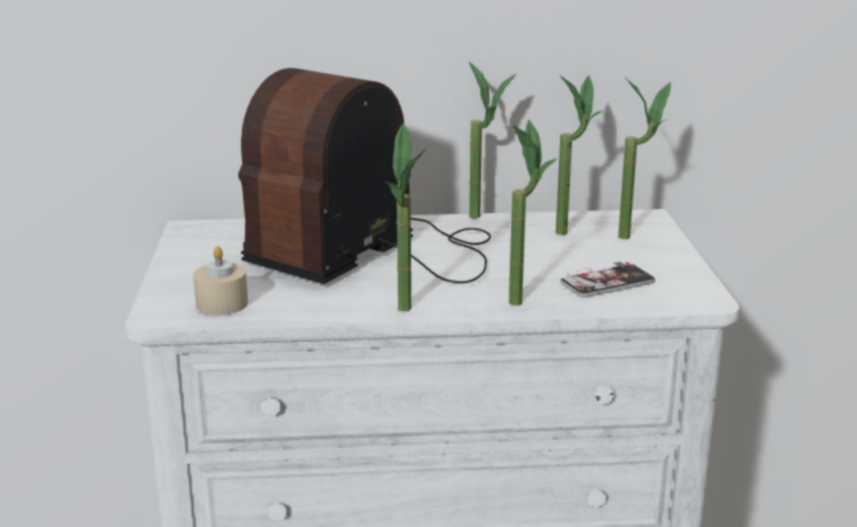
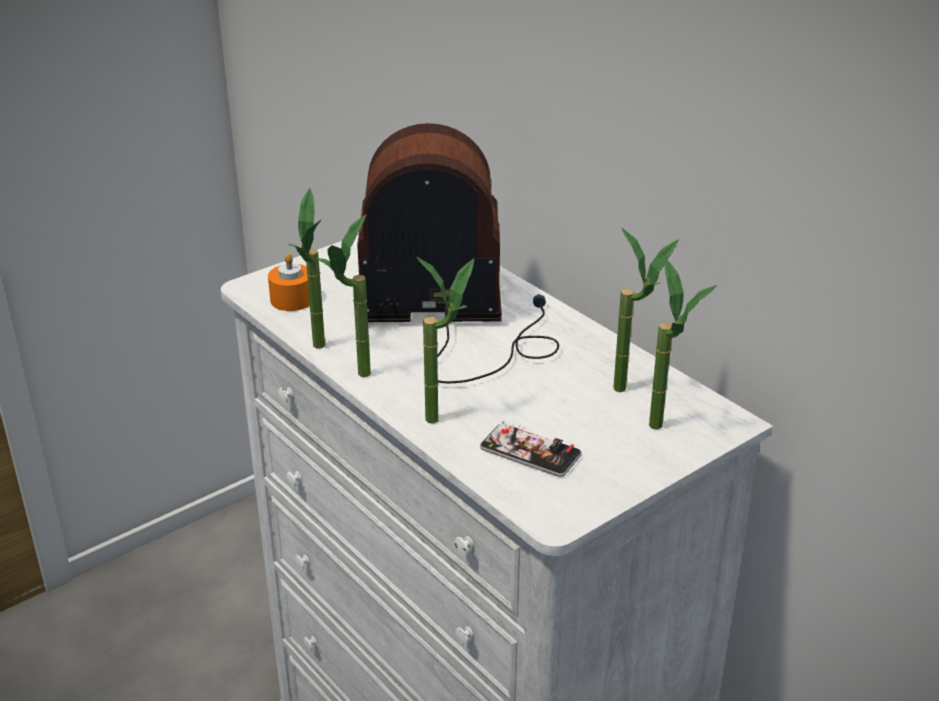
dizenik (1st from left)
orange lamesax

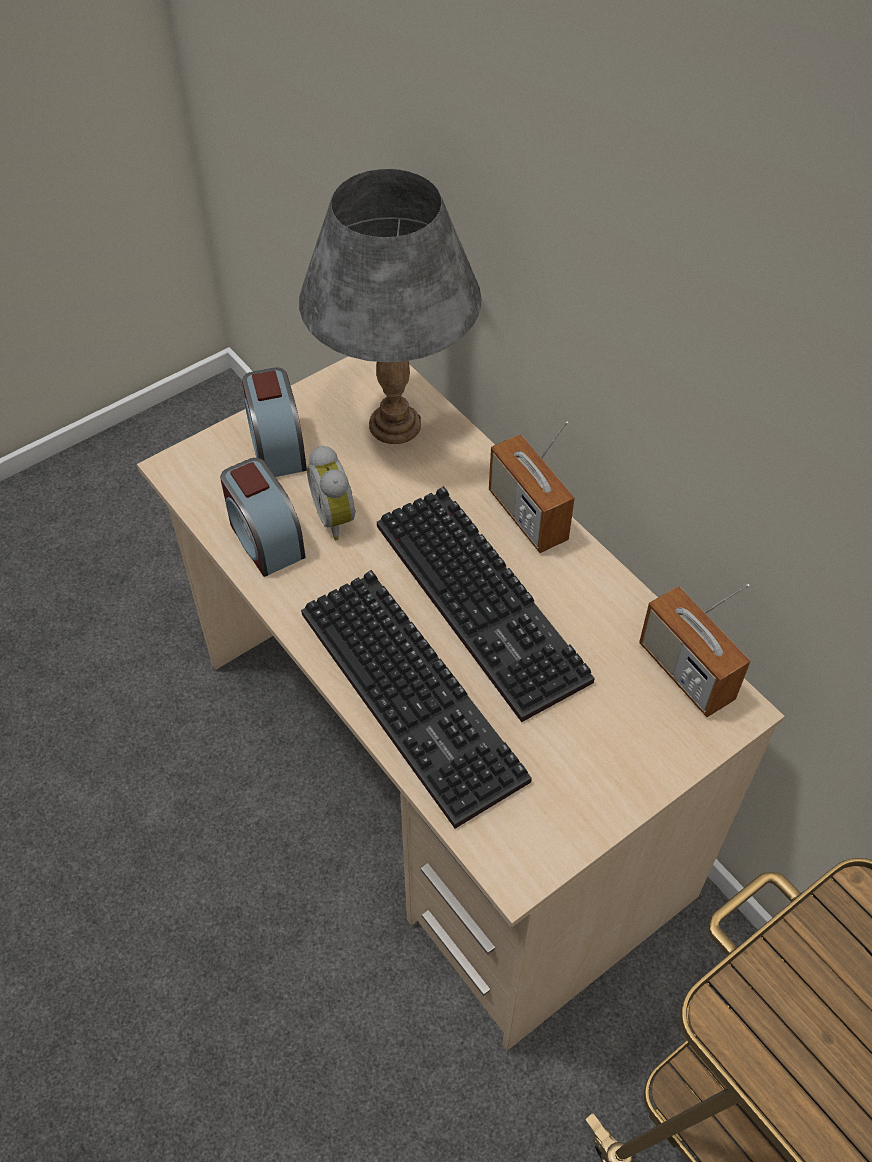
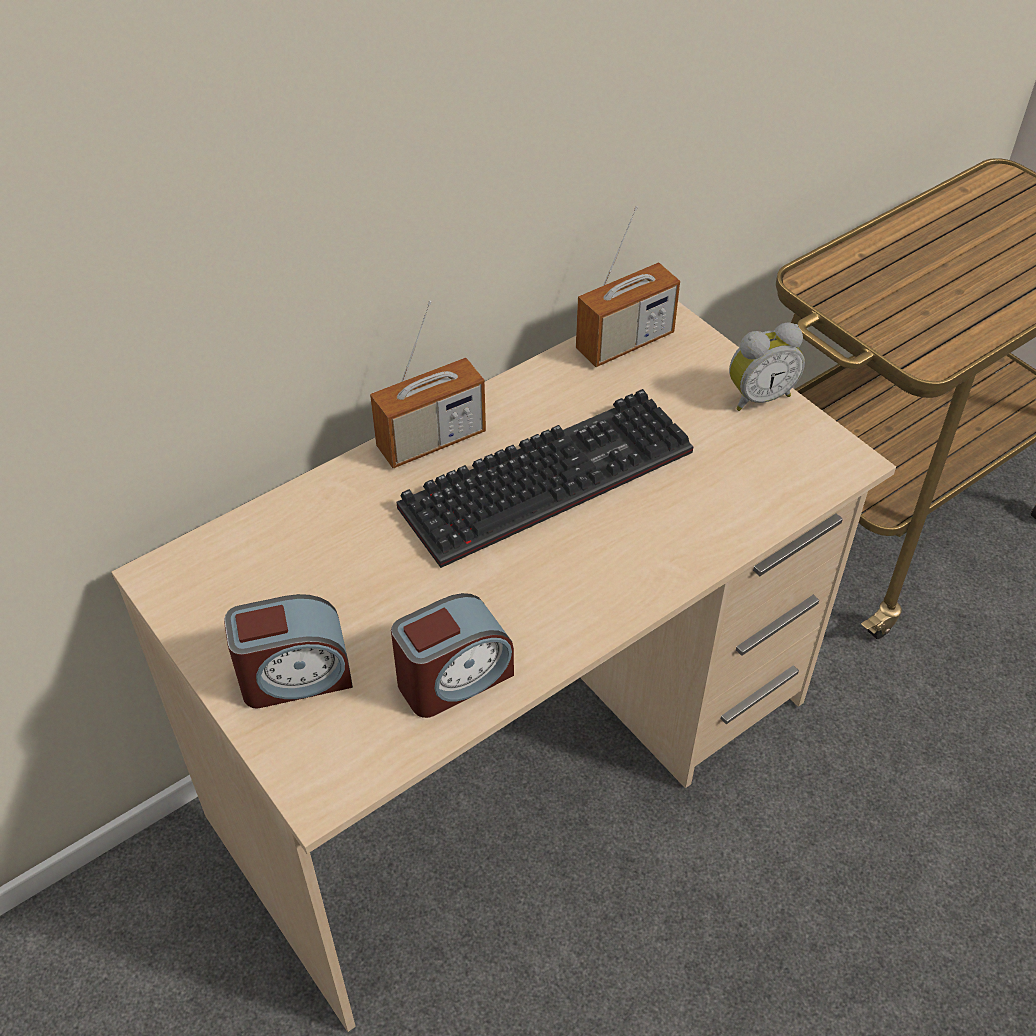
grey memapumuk
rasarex (3rd from left)
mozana (1st from left in the first image)

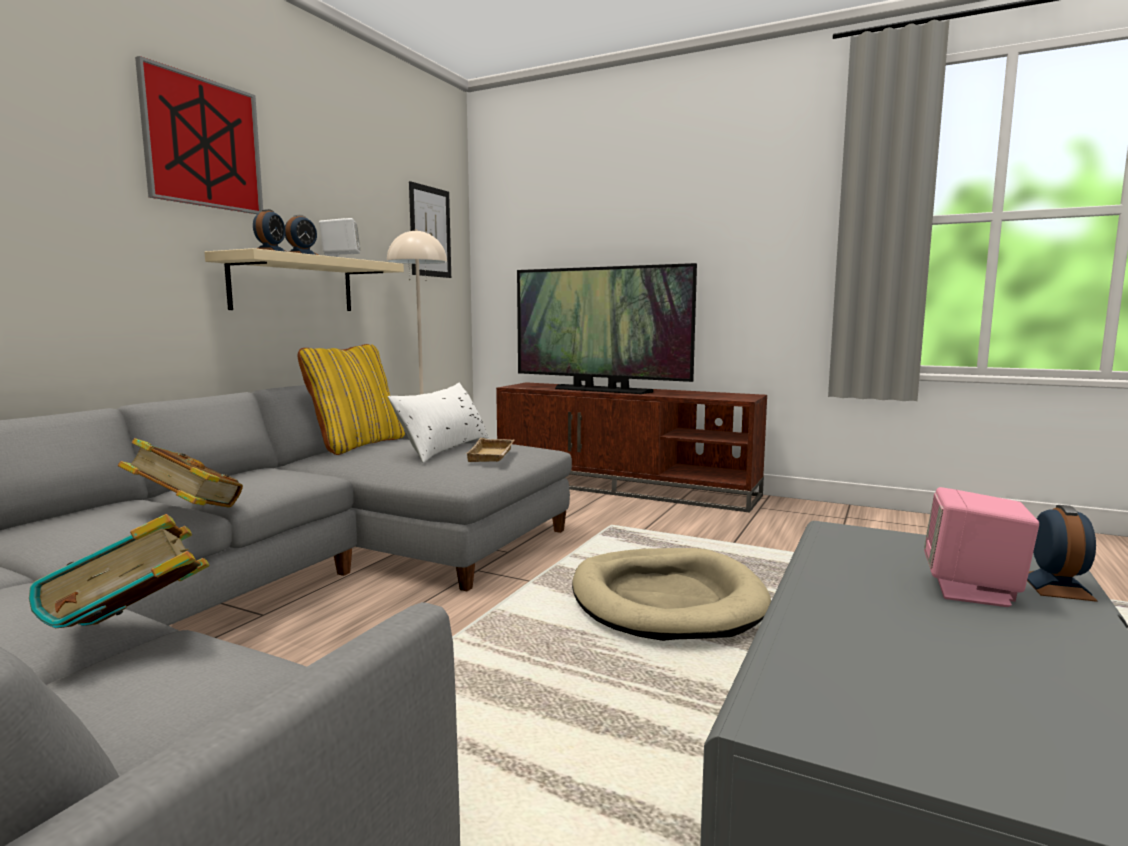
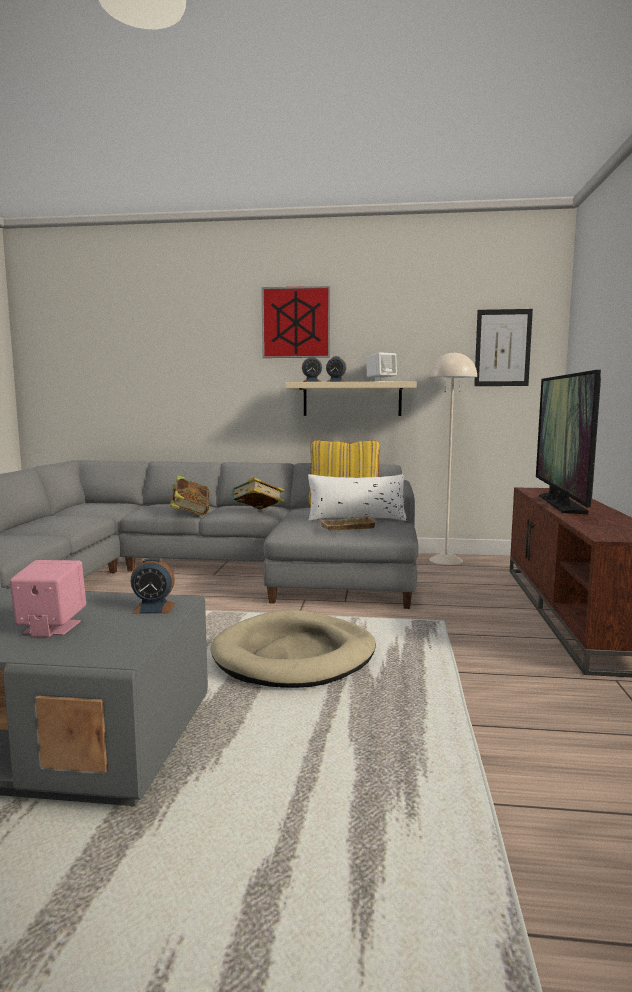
rasarex (1st from left)
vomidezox (2nd from left)

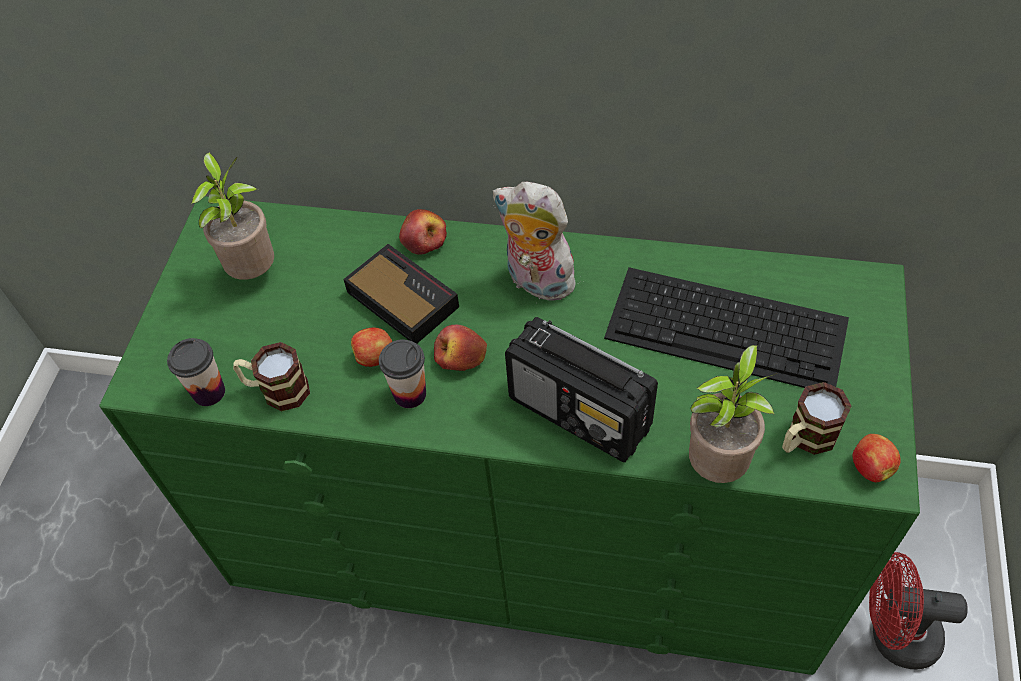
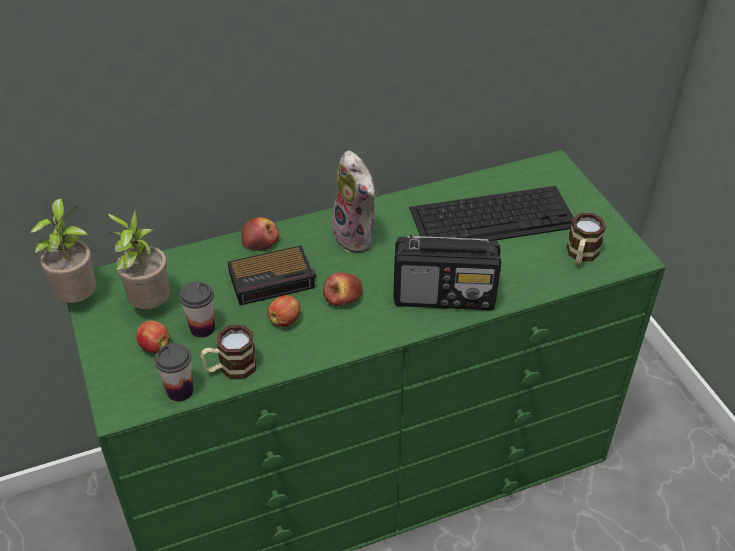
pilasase
rasarex
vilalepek (2nd from left)
dizenik (1st from left)
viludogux (1st from left)
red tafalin

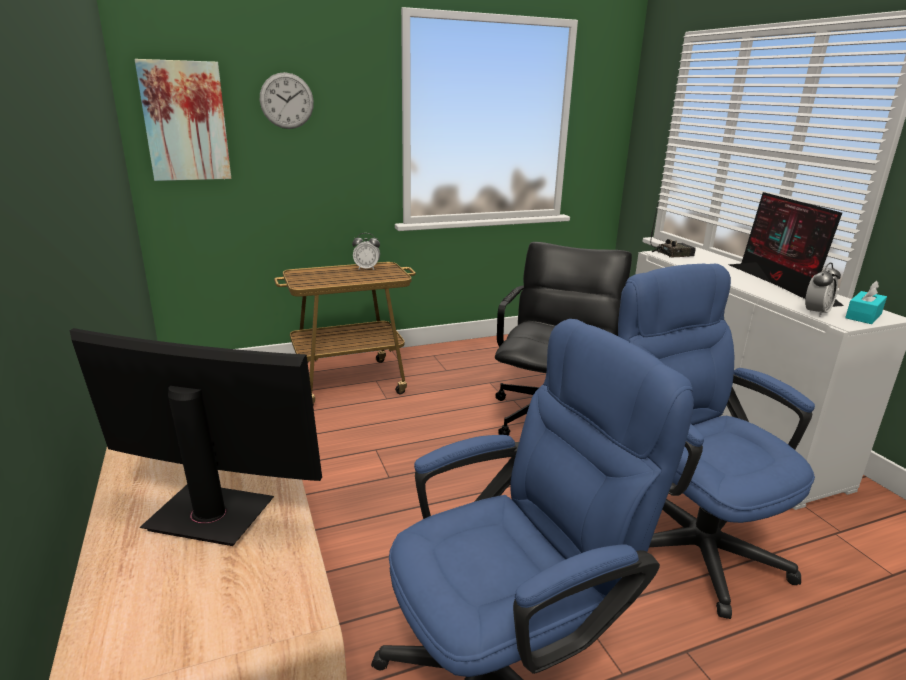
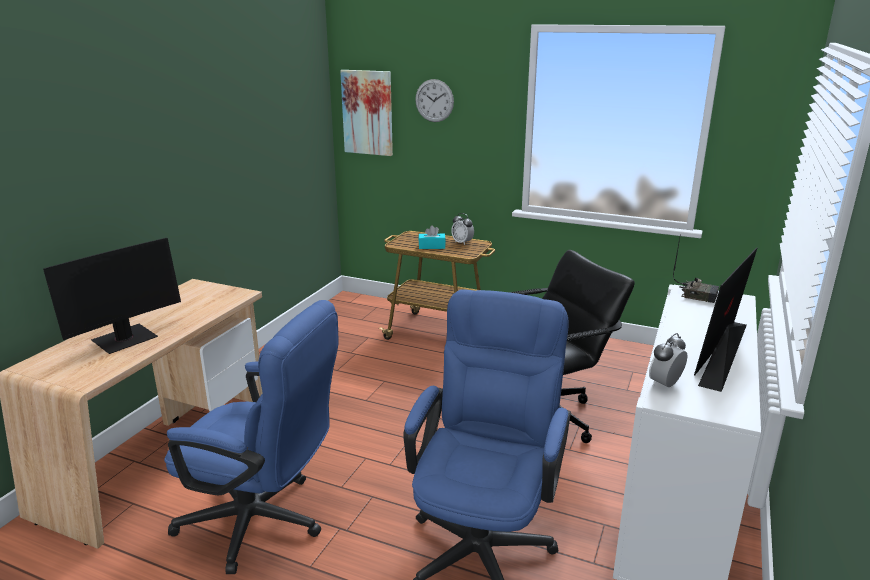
rasarex (2nd from left)
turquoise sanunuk
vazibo (1st from left)

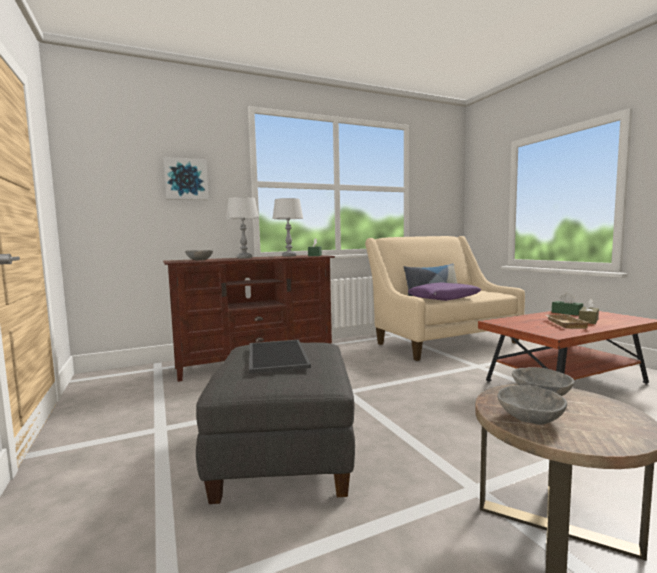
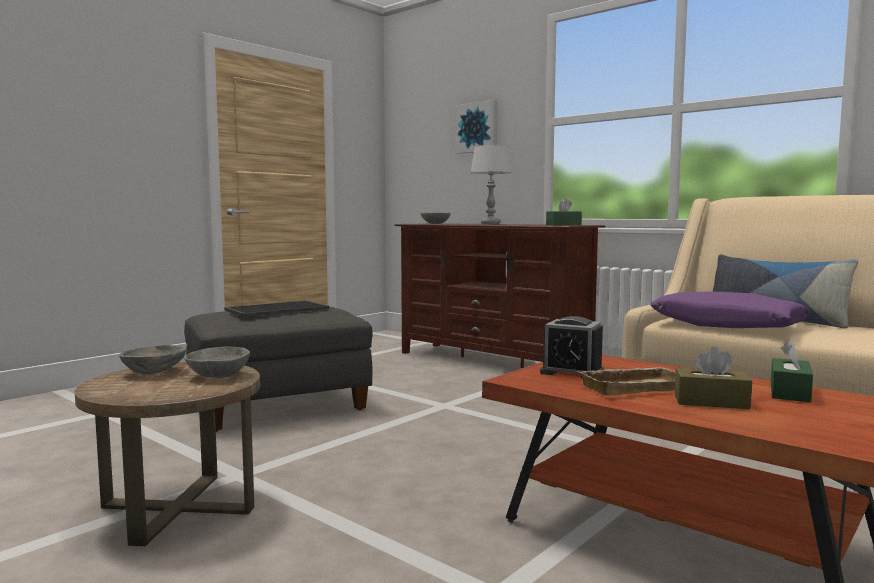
grey memapumuk (2nd from left in the first image)
rasarex

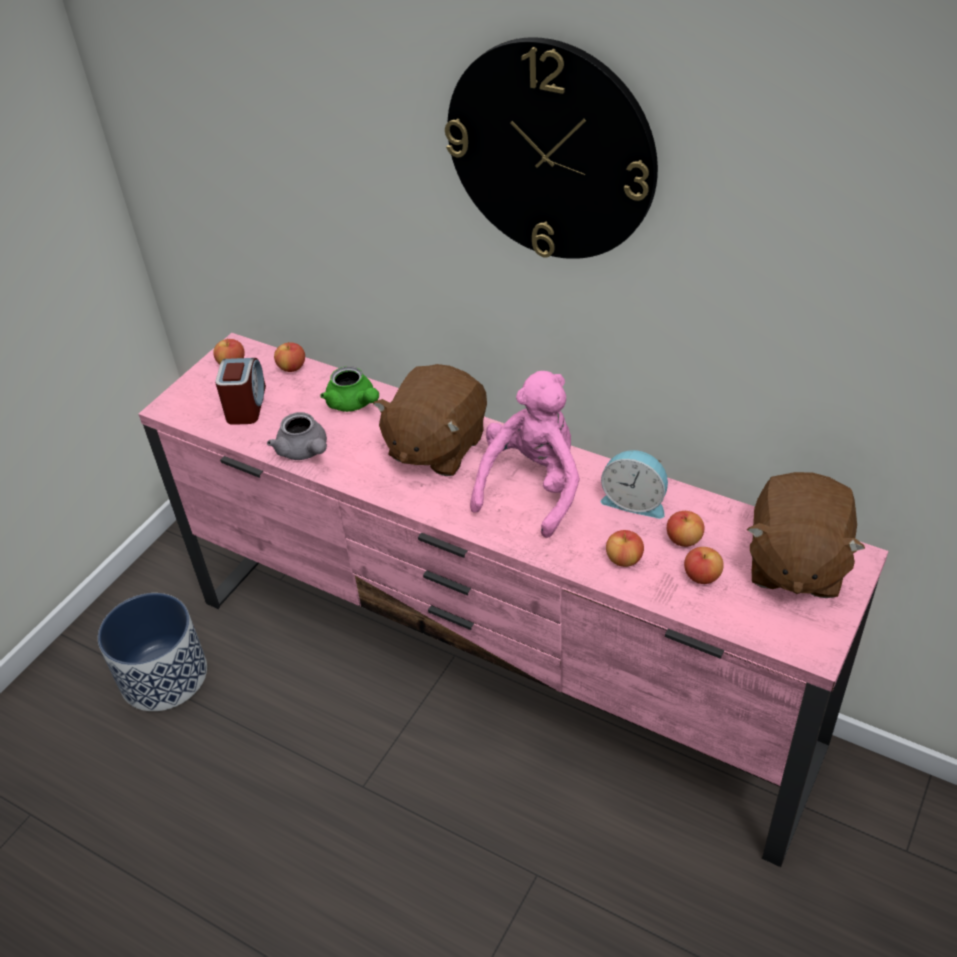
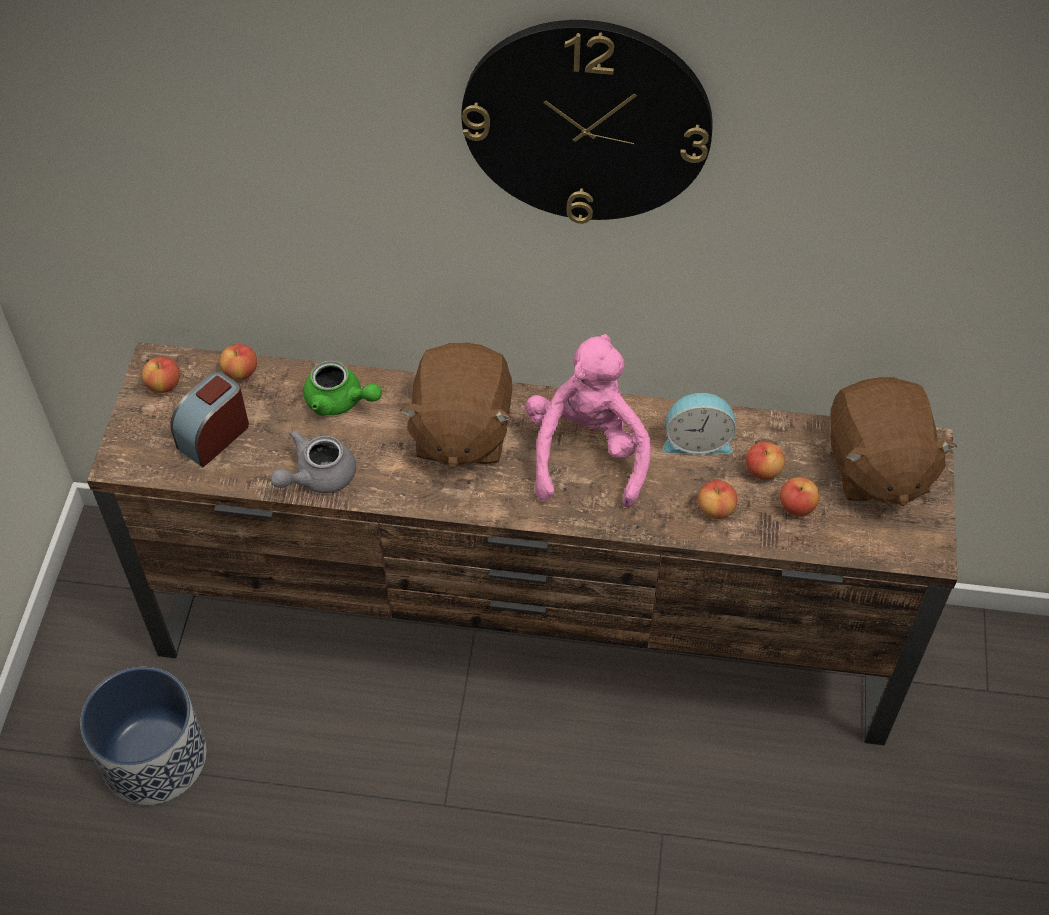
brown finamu
rasarex (1st from left)
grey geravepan

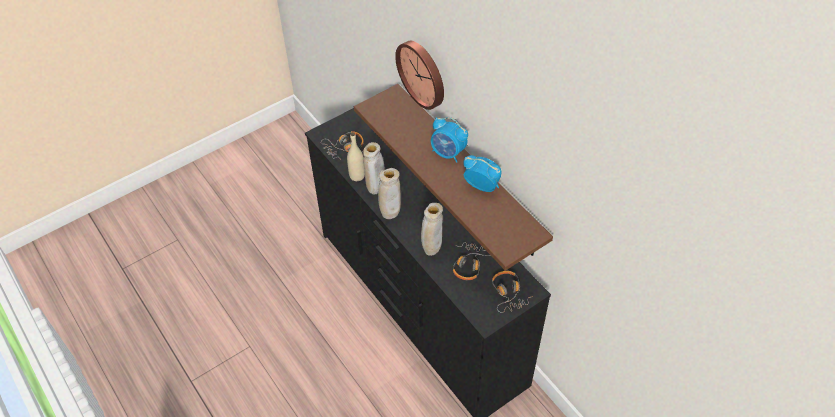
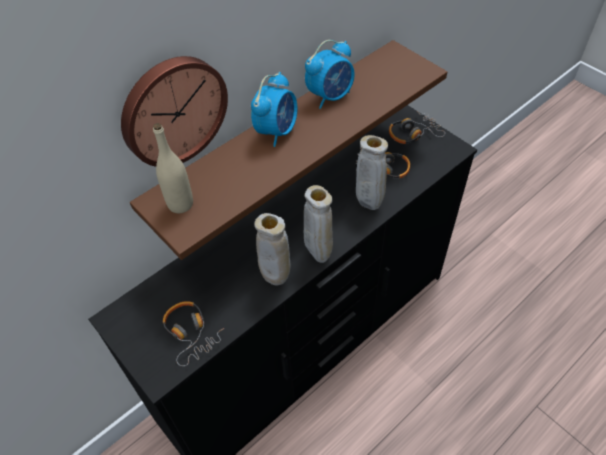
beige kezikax
rasarex (2nd from left)

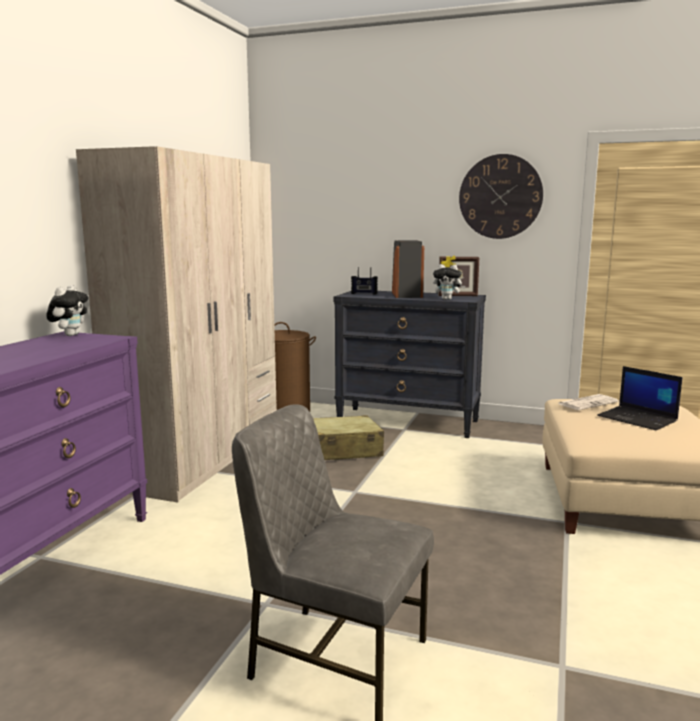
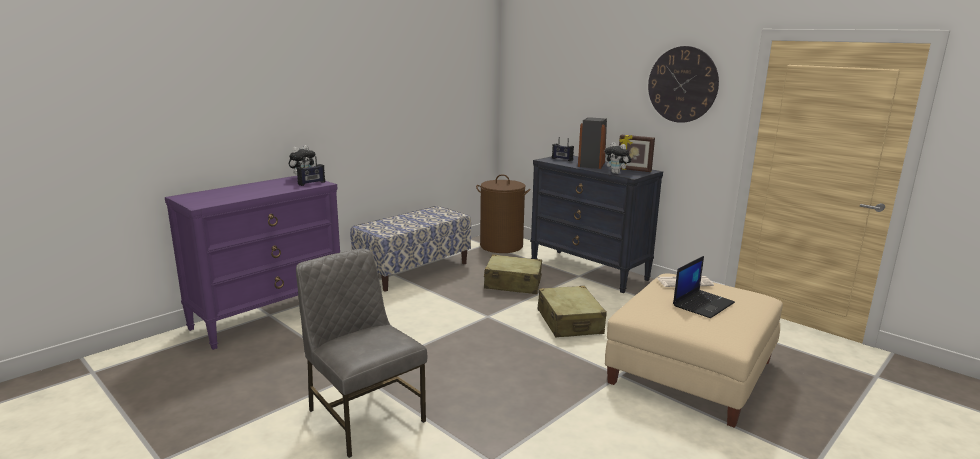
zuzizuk
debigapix
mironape (1st from left)
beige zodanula (2nd from left)

